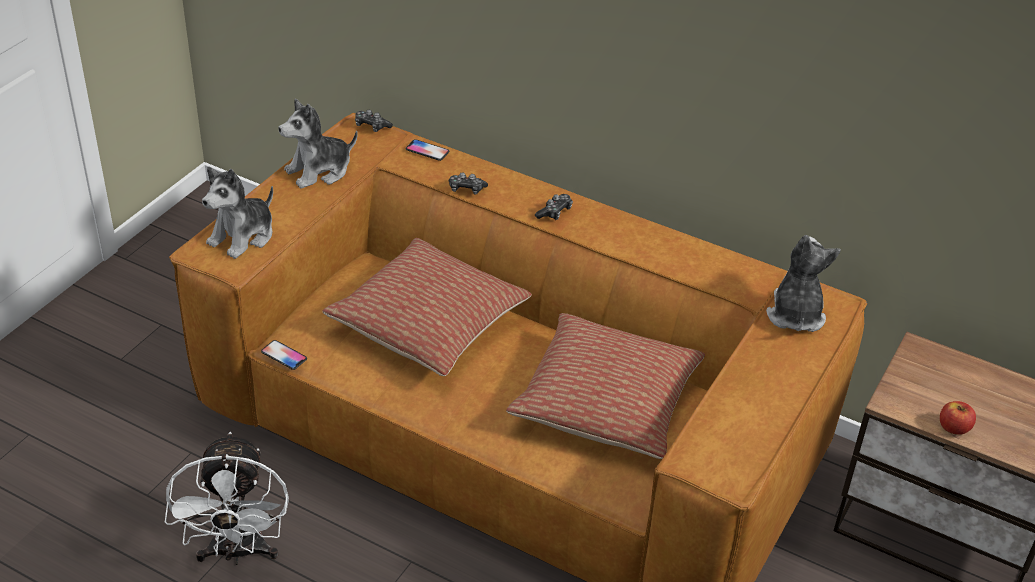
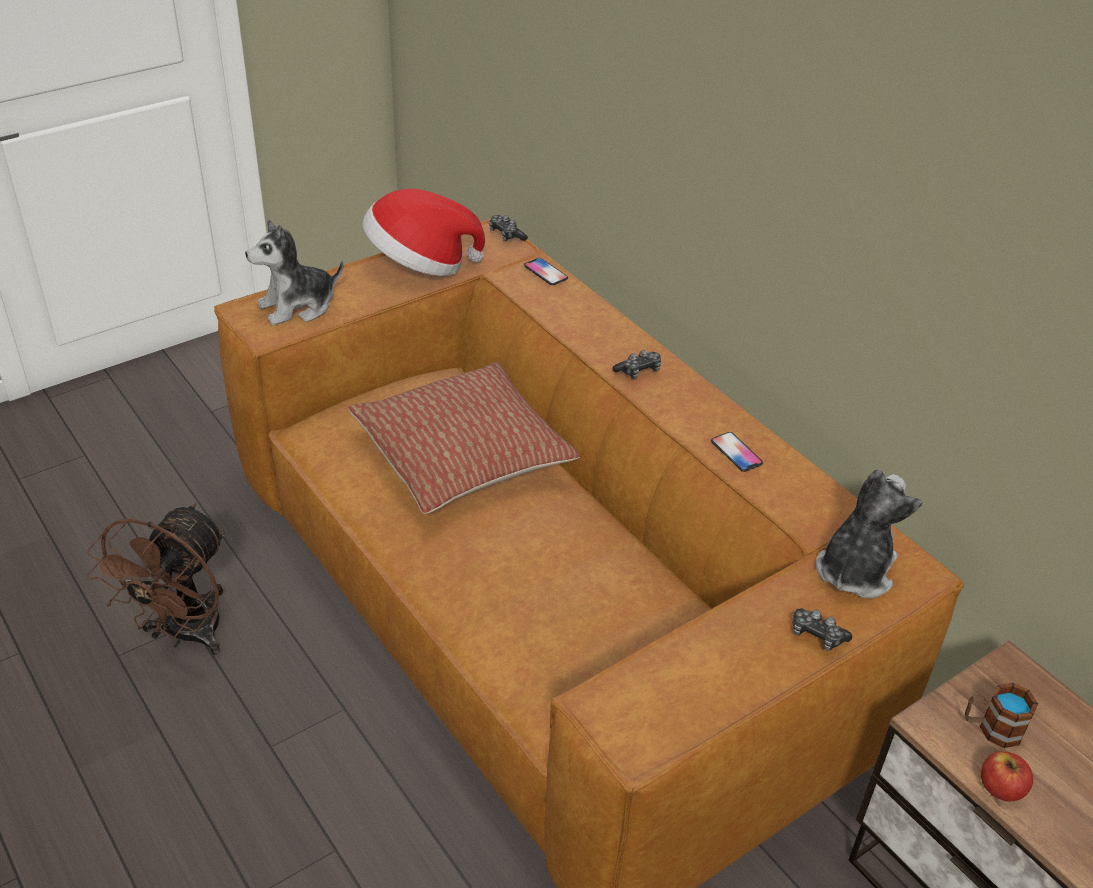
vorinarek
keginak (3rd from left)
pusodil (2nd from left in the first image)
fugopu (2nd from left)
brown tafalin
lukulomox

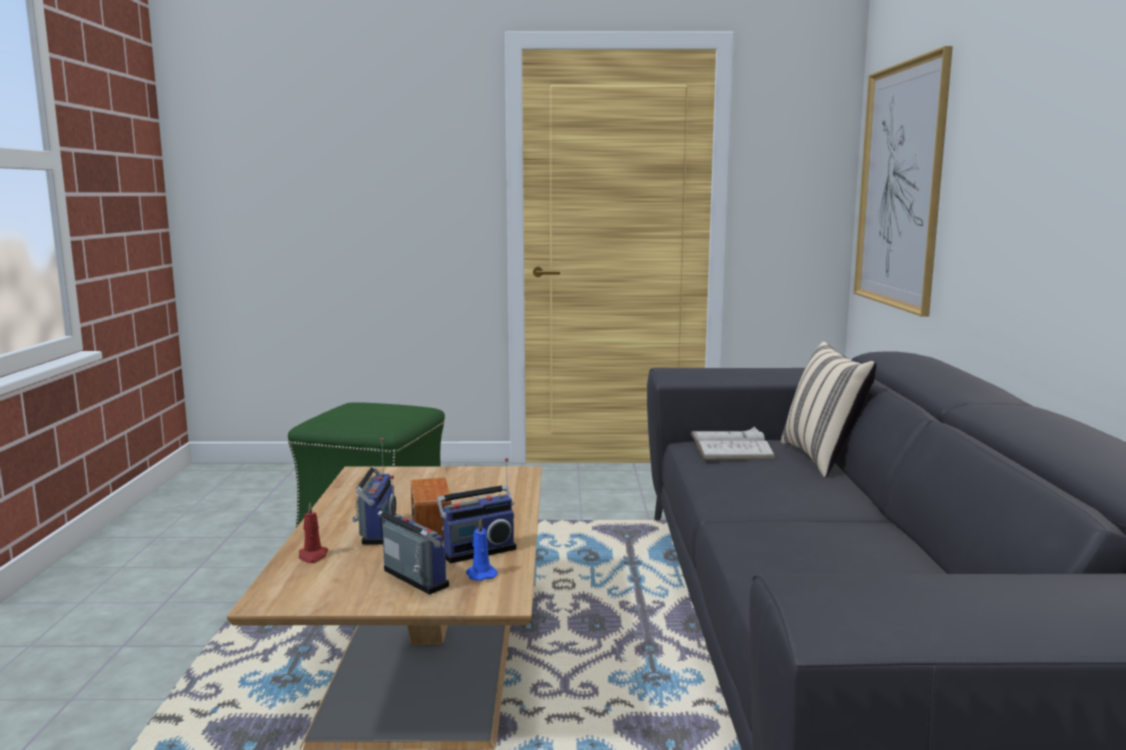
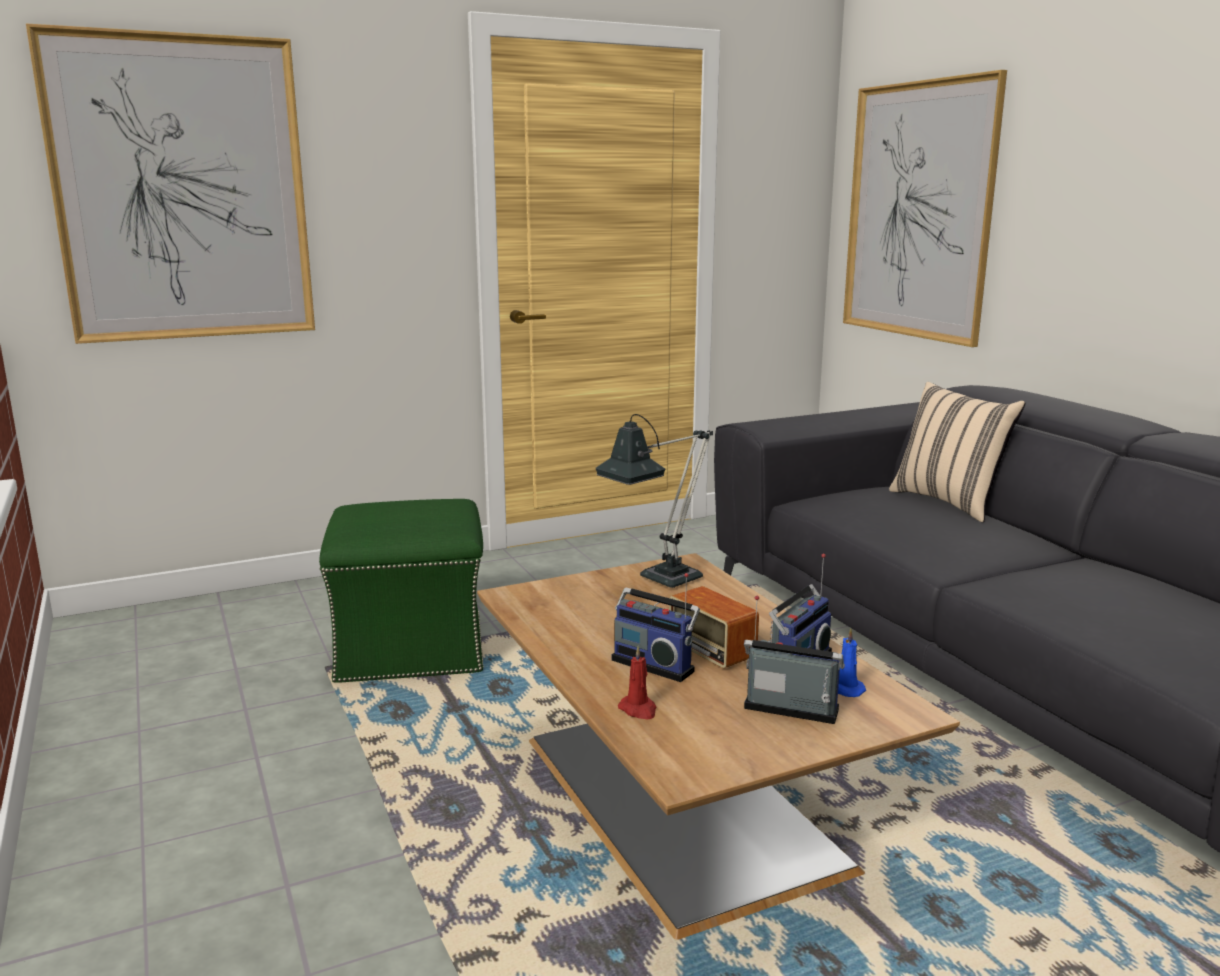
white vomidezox
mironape (1st from left)
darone (1st from left)
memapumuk

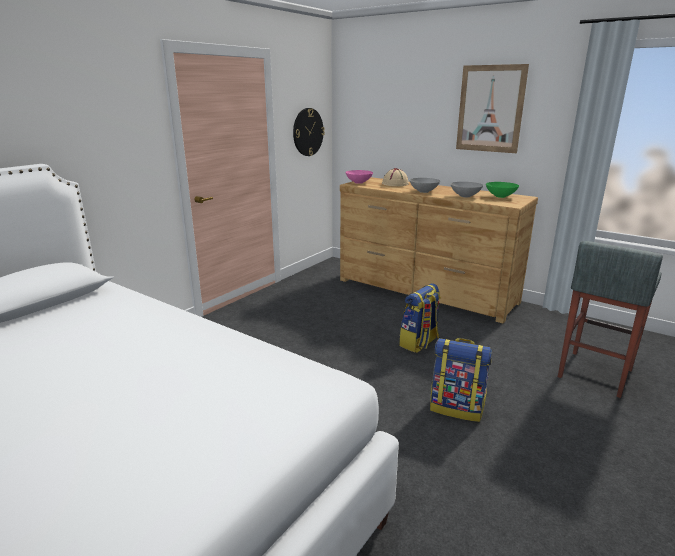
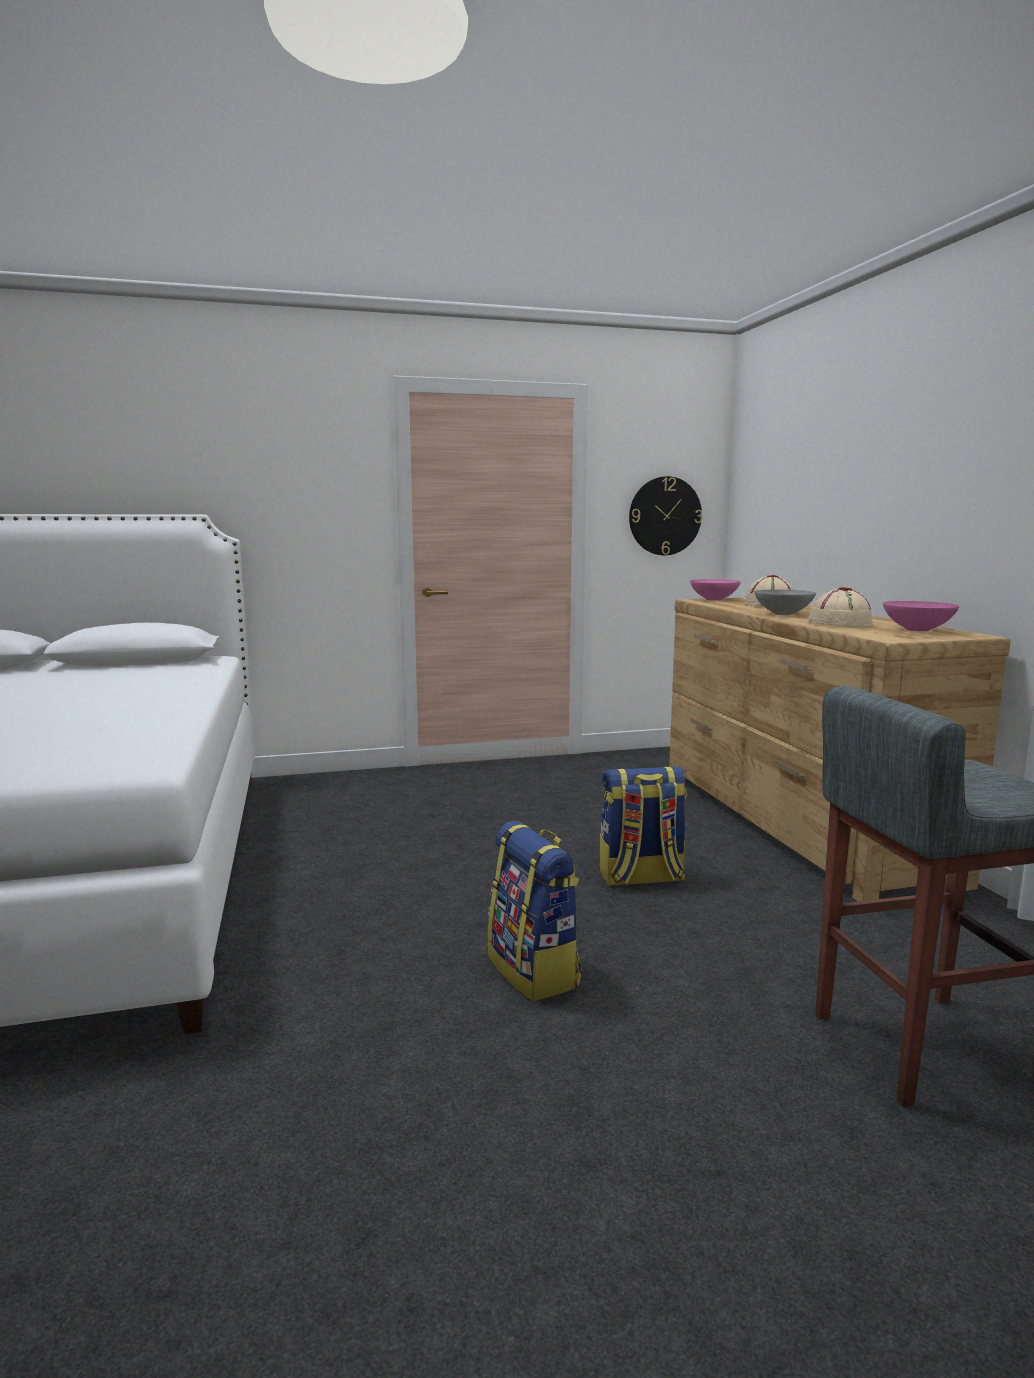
darone
beige vorinarek (2nd from left)
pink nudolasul (2nd from left)

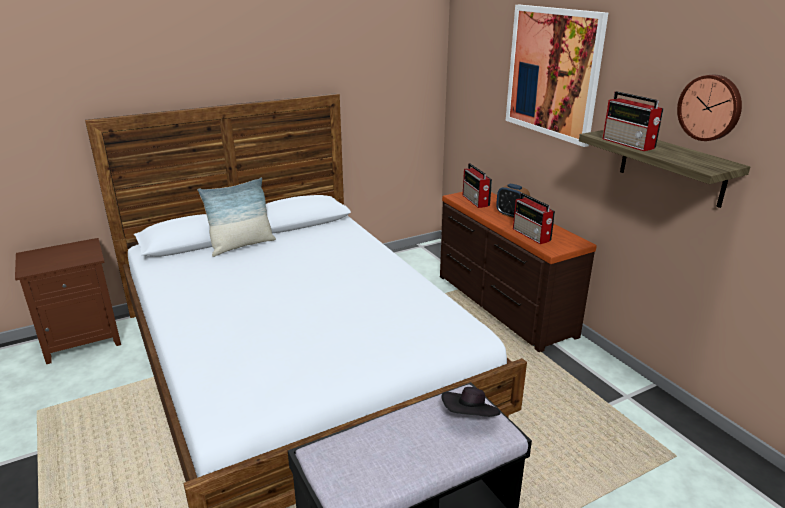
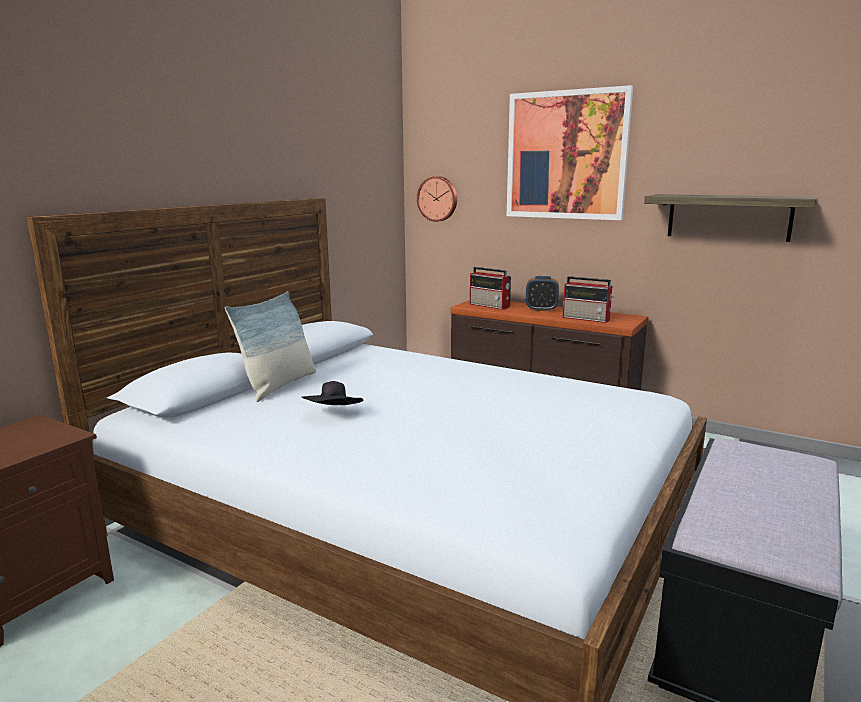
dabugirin
mironape (3rd from left in the first image)
black vorinarek

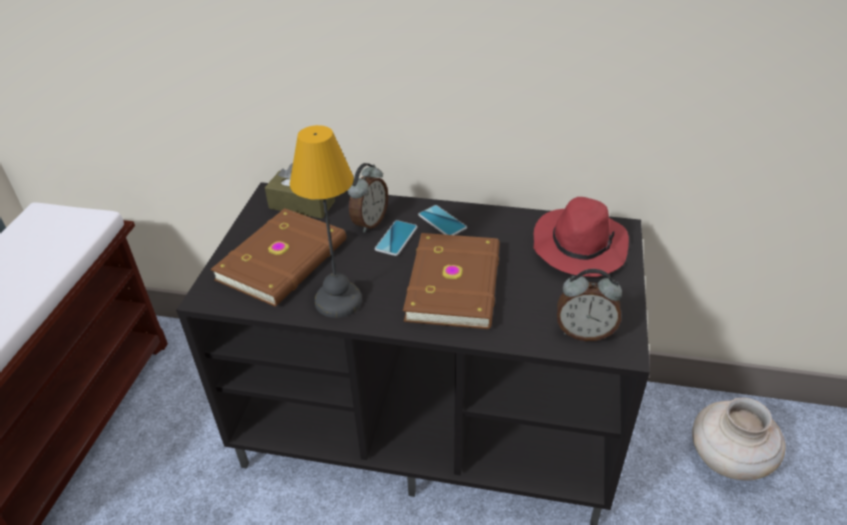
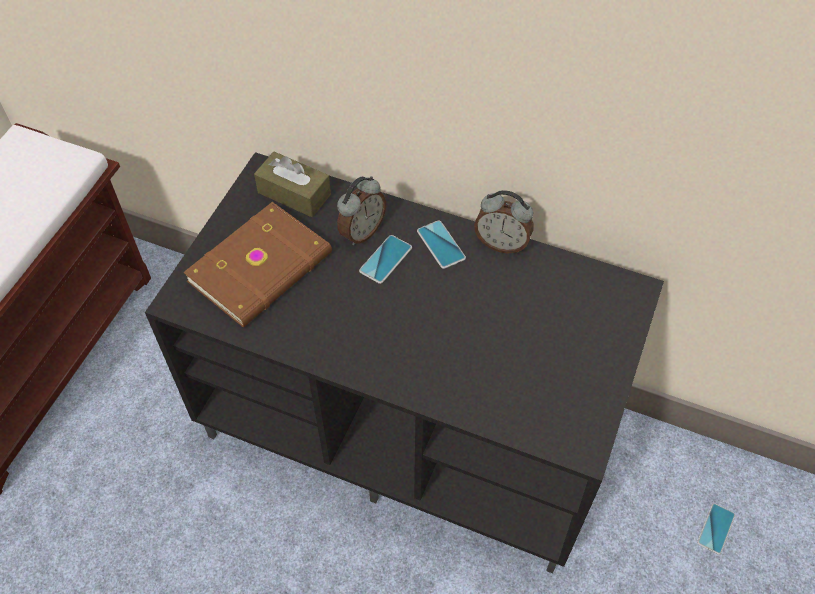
memapumuk
red vorinarek
brown vomidezox (2nd from left in the first image)
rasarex (2nd from left)
fugopu (3rd from left)

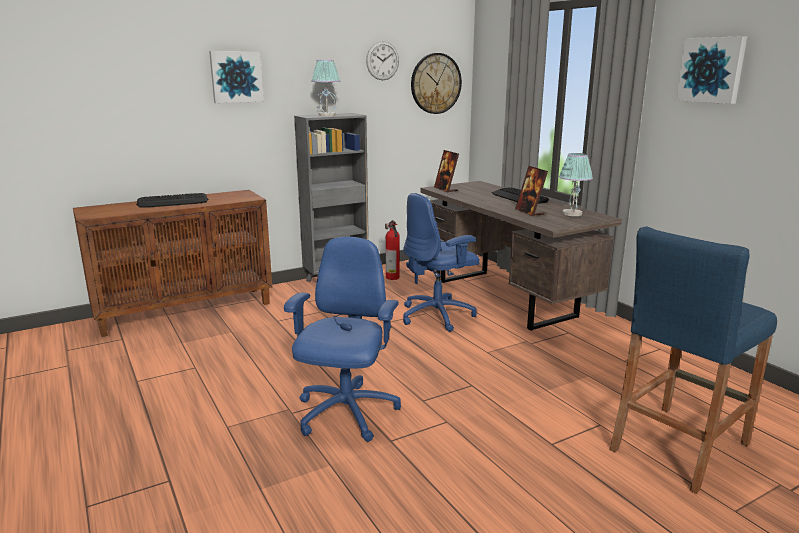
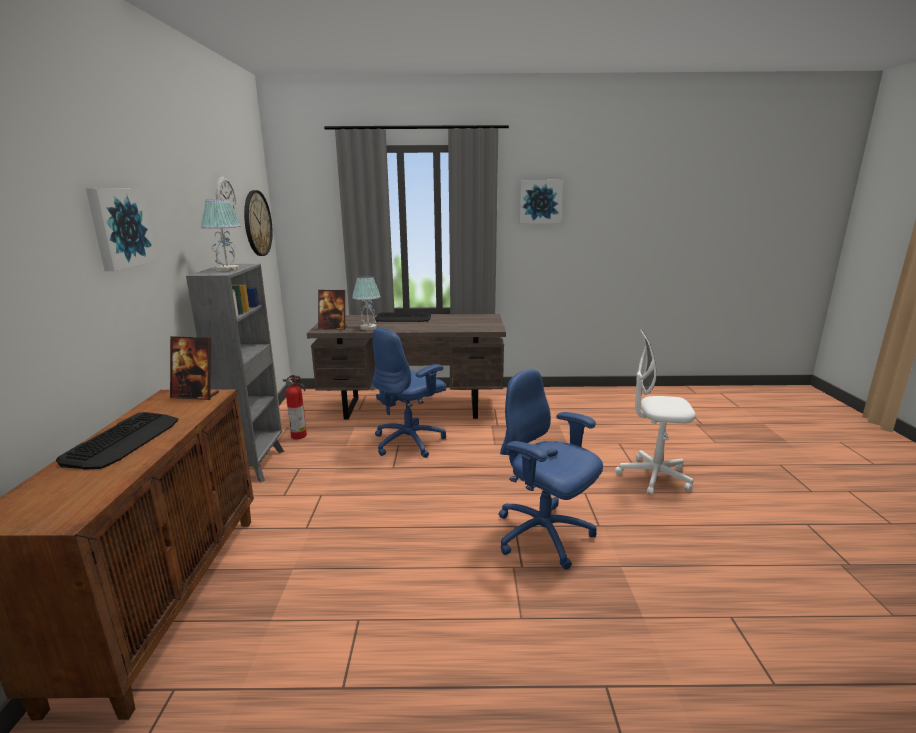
memapumuk (2nd from left)
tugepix (1st from left)
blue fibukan (1st from left)
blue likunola
white fibukan

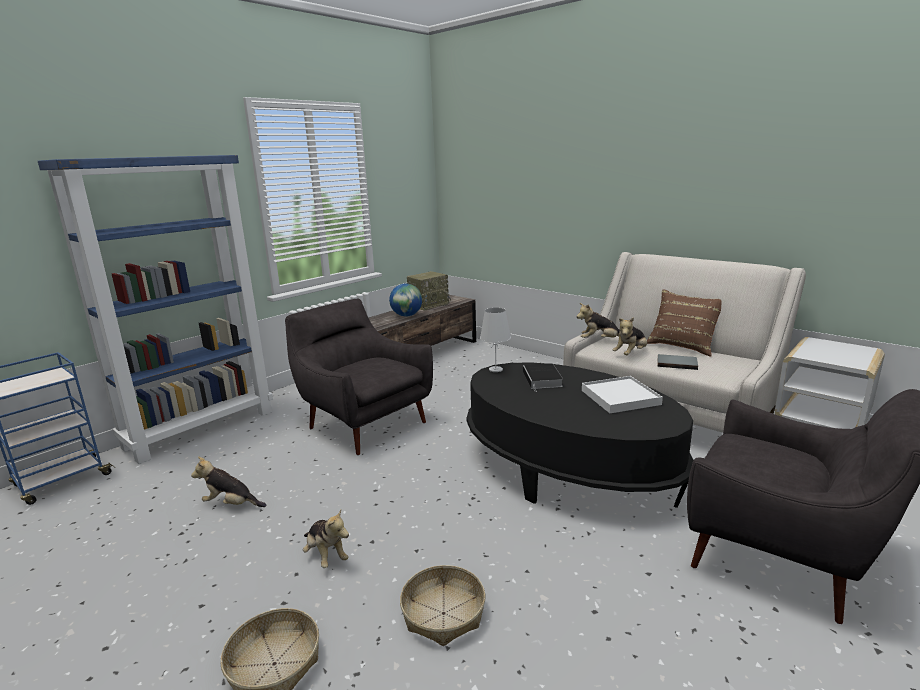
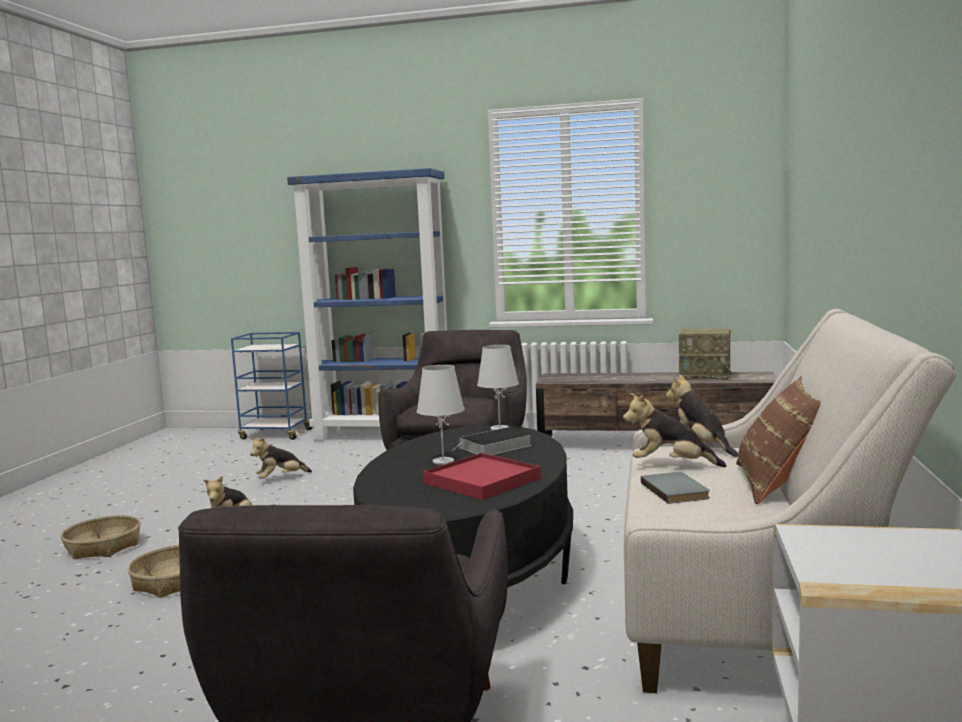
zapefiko
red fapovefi
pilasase (2nd from left)
white memapumuk (1st from left)

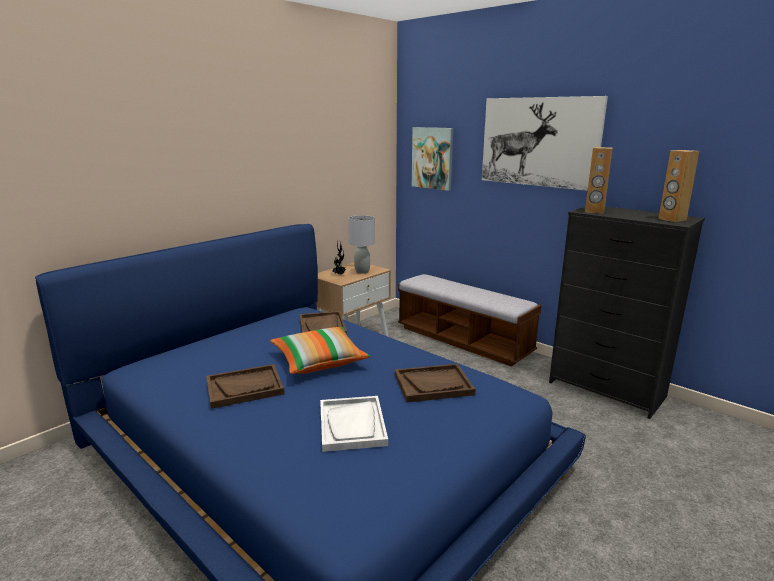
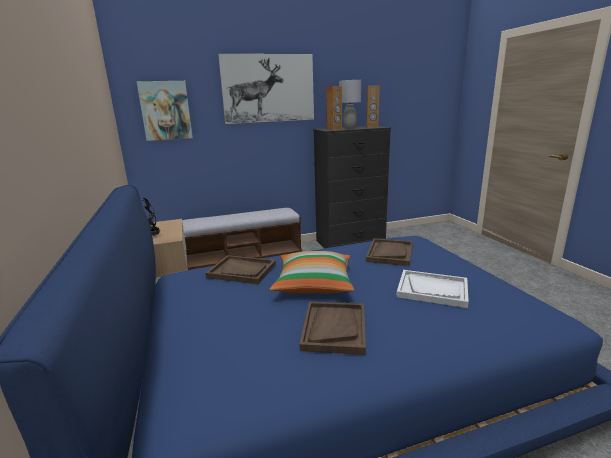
grey memapumuk

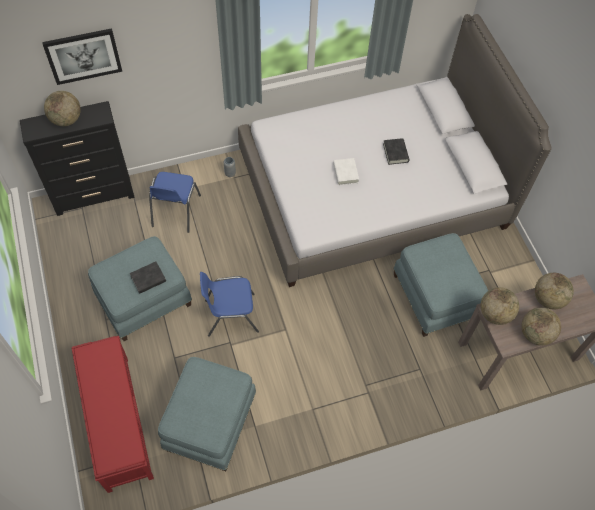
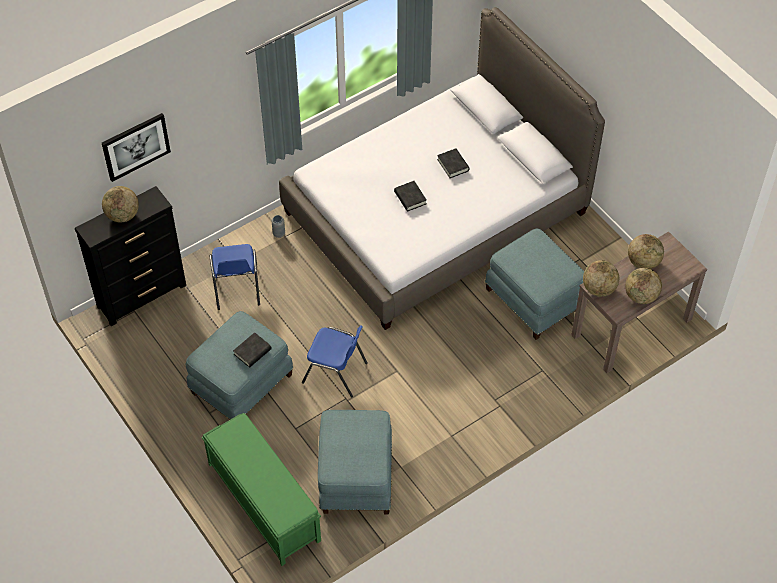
black vomidezox (2nd from left)
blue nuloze (2nd from left)
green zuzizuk

